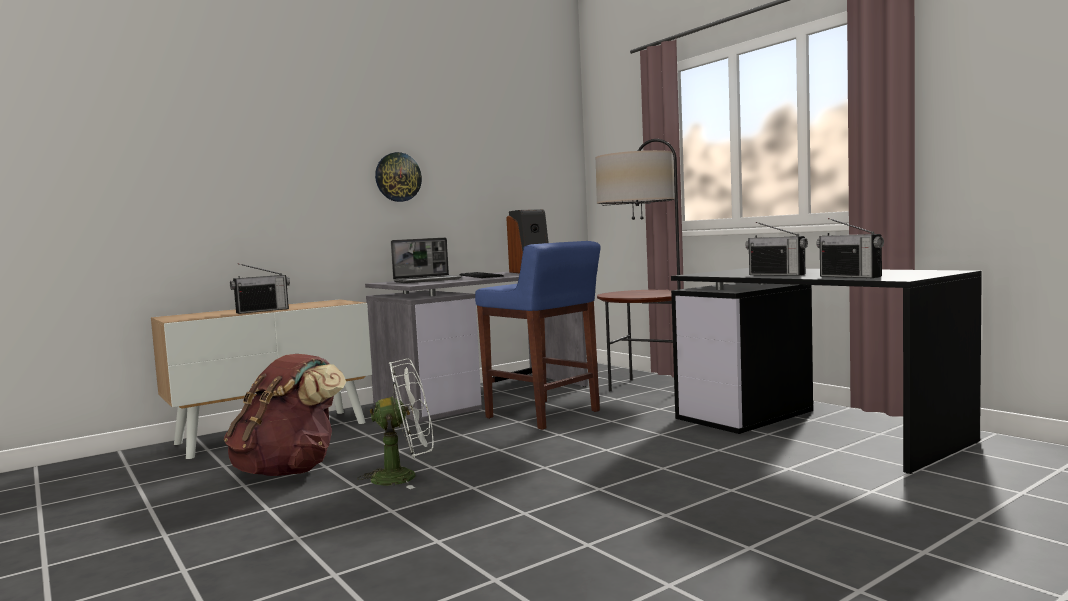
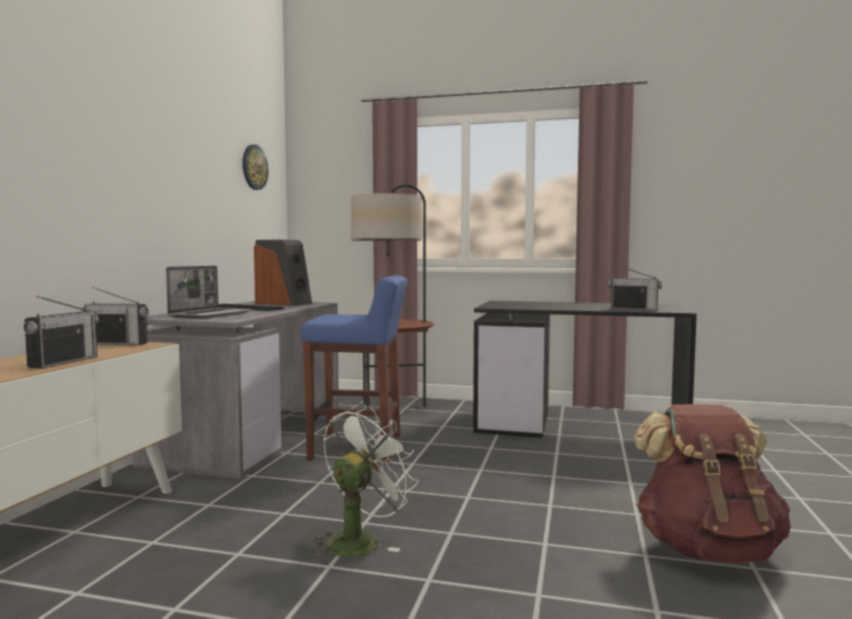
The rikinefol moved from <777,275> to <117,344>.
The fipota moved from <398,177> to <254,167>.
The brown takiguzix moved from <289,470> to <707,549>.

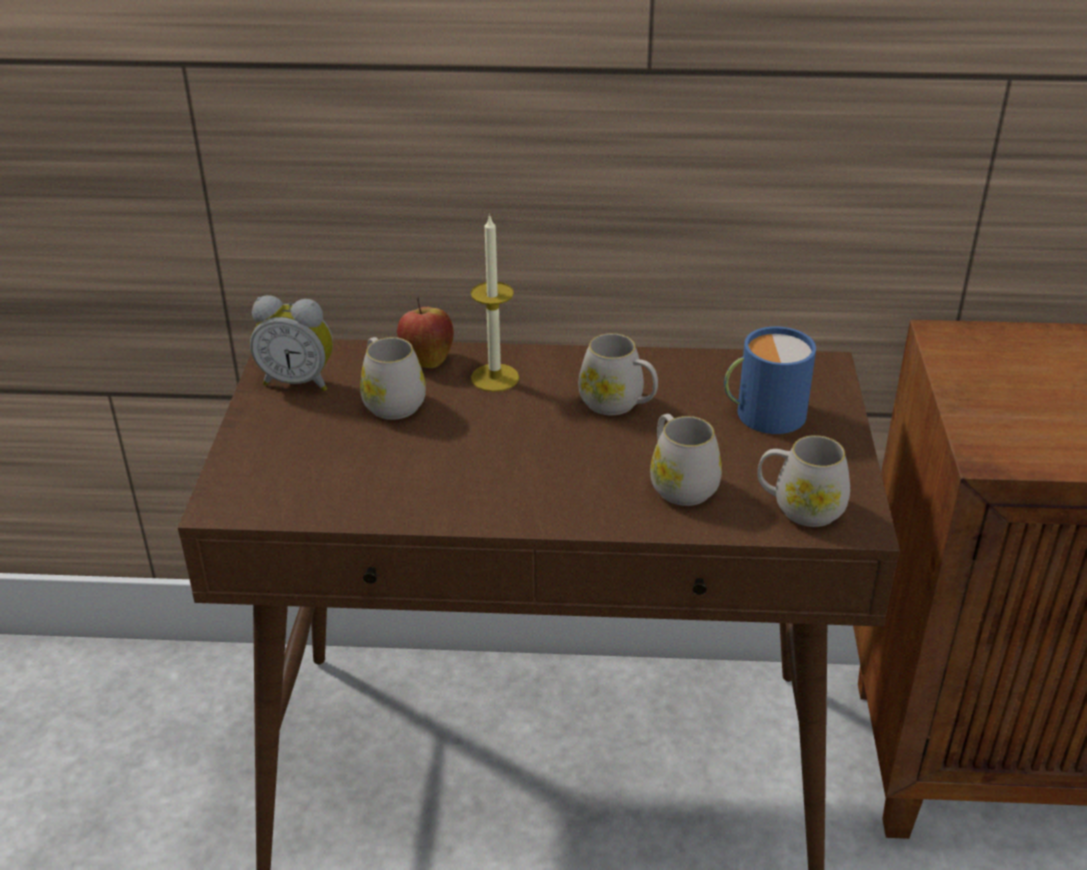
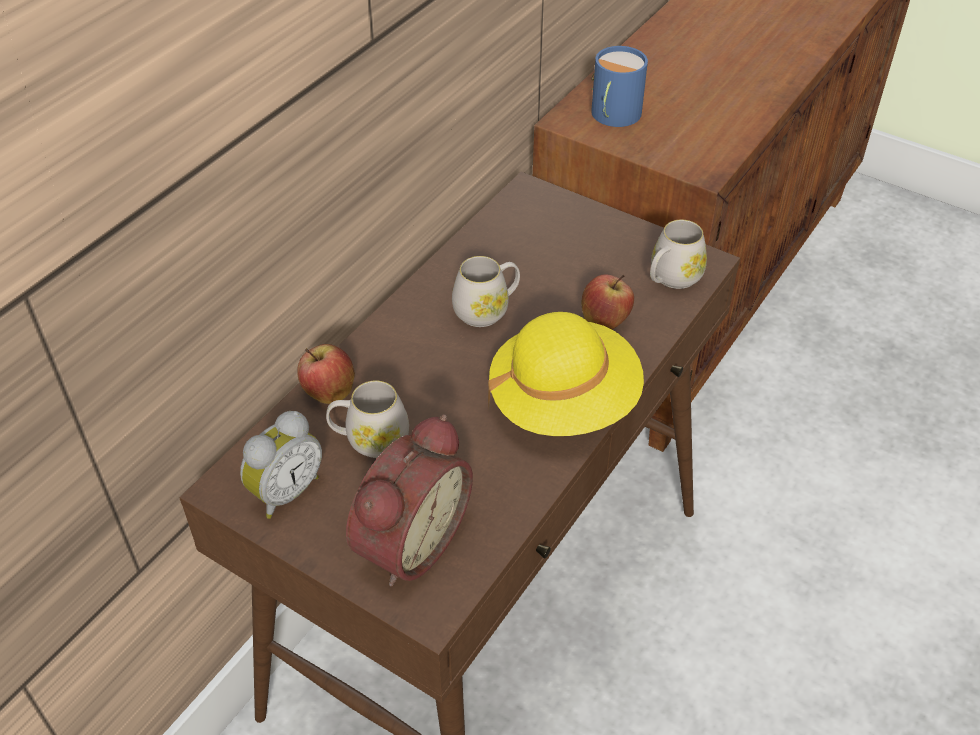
The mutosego at <407,541> appeared.
The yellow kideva at <563,402> appeared.
The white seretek at <679,483> was replaced by the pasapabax at <605,322>.
The blue seretek moved from <763,413> to <613,115>.
The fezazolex at <495,378> disappeared.

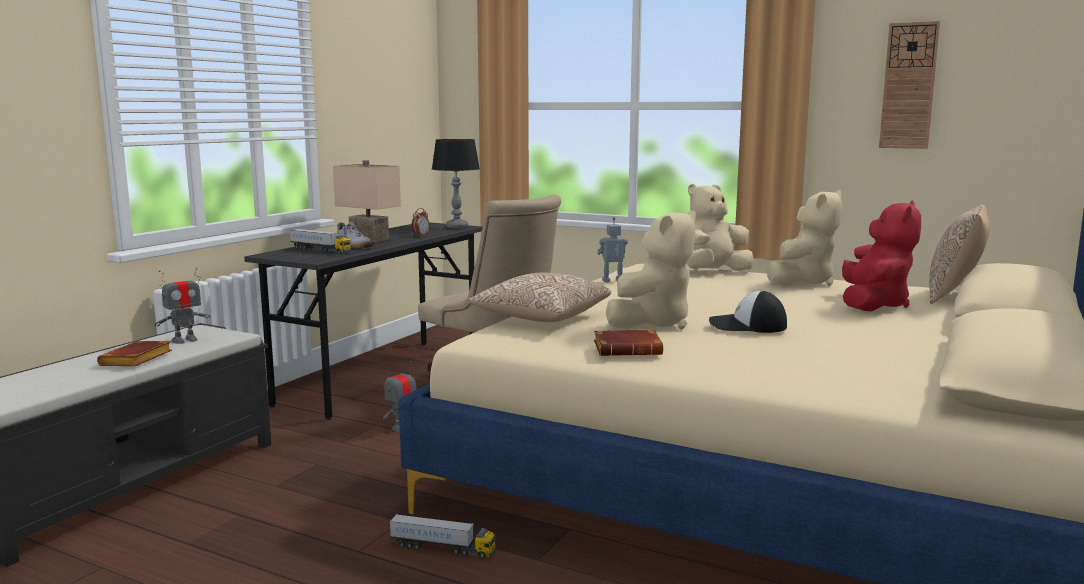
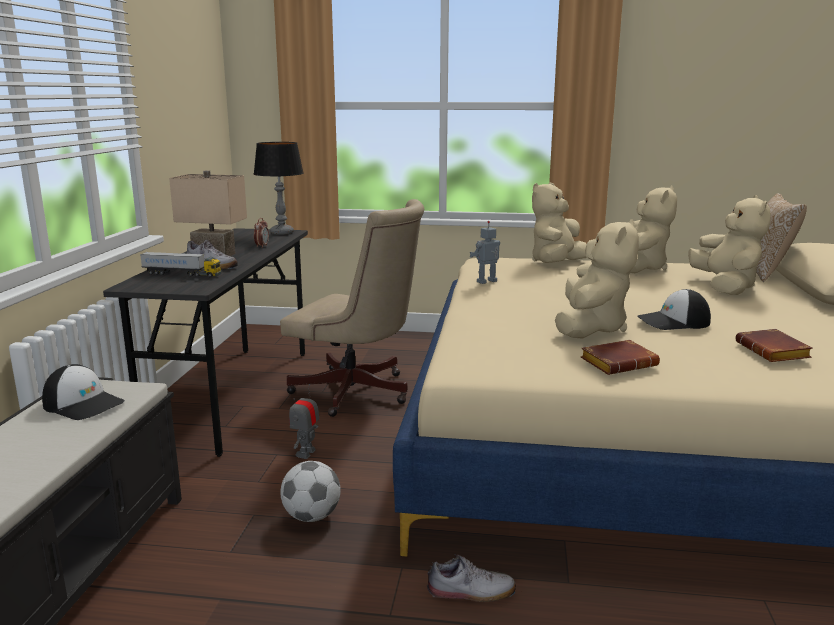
The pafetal at <185,340> was replaced by the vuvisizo at <84,404>.
The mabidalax at <311,517> appeared.
The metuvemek at <443,548> was replaced by the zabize at <471,591>.
The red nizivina at <873,305> became the beige nizivina at <725,287>.
The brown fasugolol moved from <136,360> to <774,352>.
The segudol at <541,317> disappeared.
The fipota at <908,86> disappeared.

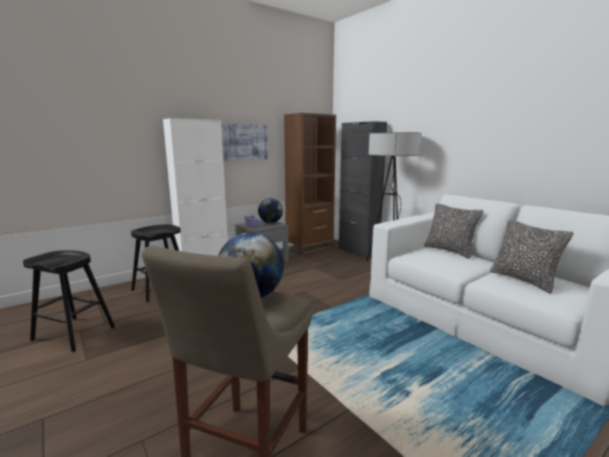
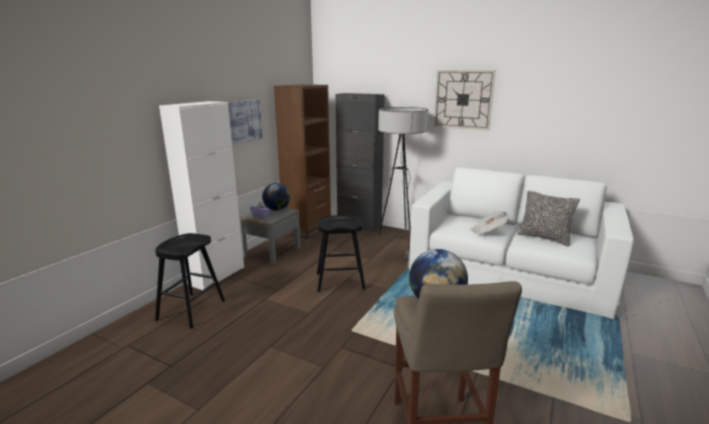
The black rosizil moved from <74,333> to <340,281>.
The fipota at <463,99> appeared.
The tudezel at <487,231> appeared.
The segudol at <449,251> disappeared.

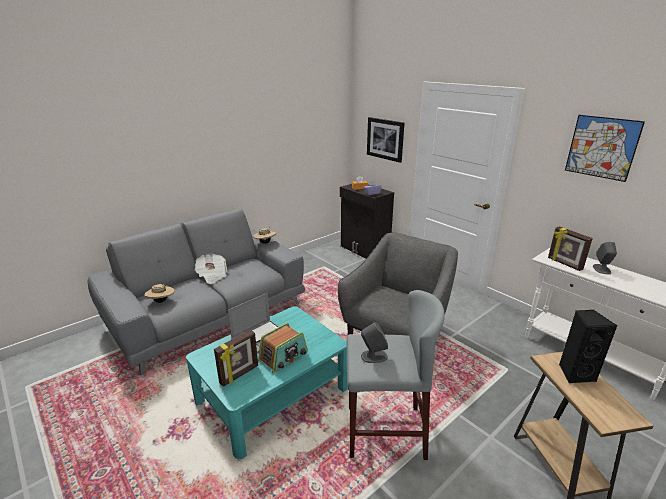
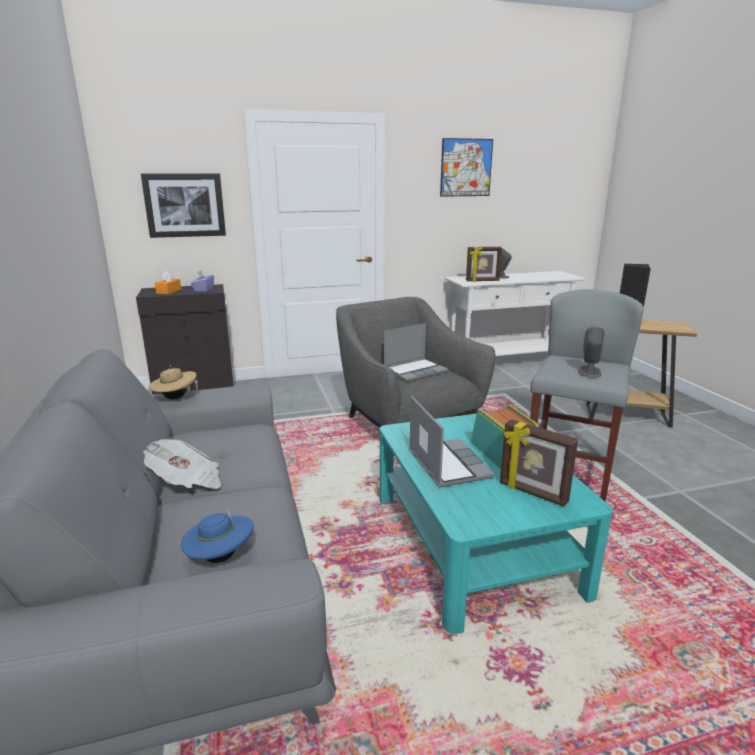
The beige kideva at <161,301> became the blue kideva at <220,557>.
The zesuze at <415,371> appeared.
The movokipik at <239,374> turned 150 degrees clockwise.

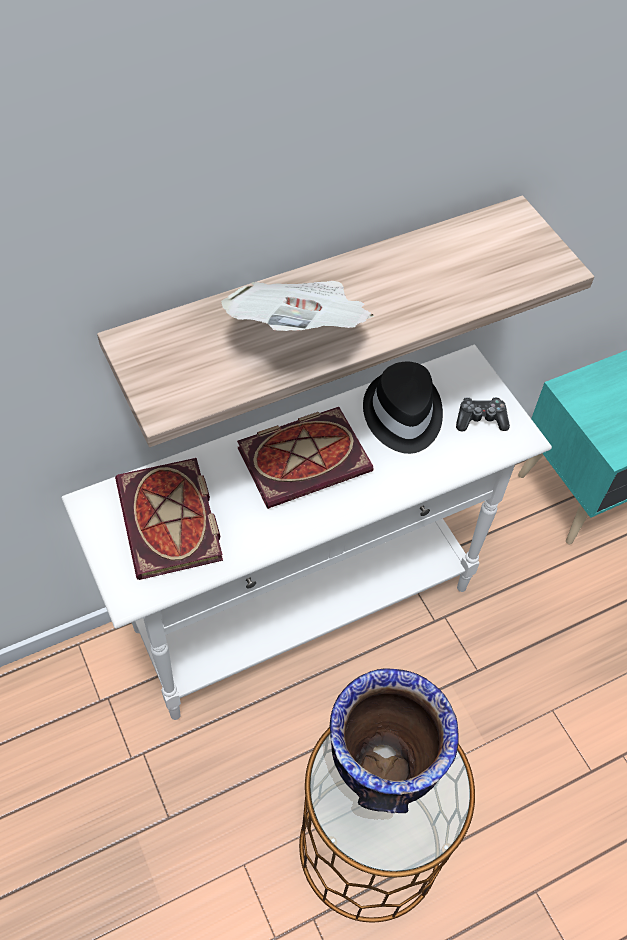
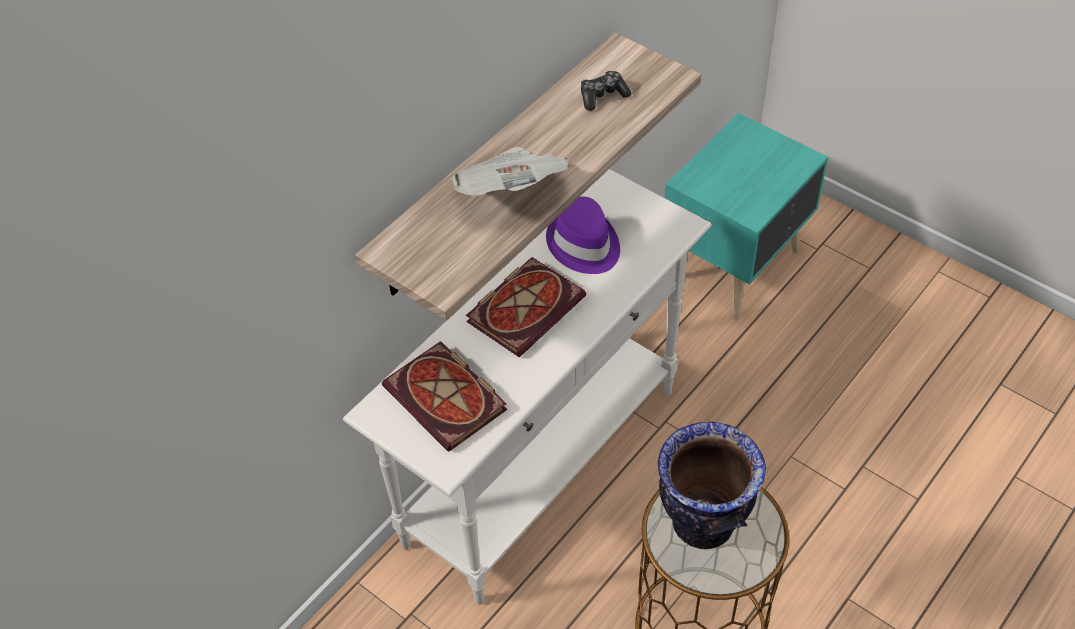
The black kideva at <402,415> became the purple kideva at <583,244>.
The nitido moved from <480,419> to <602,96>.

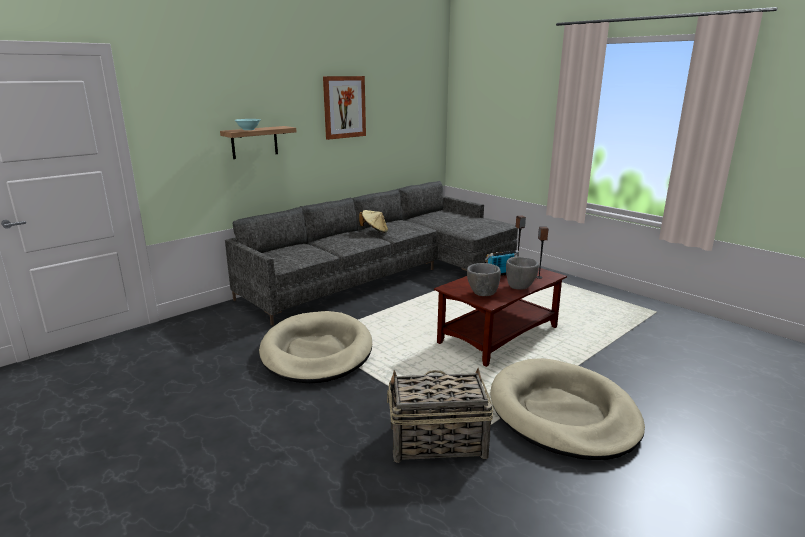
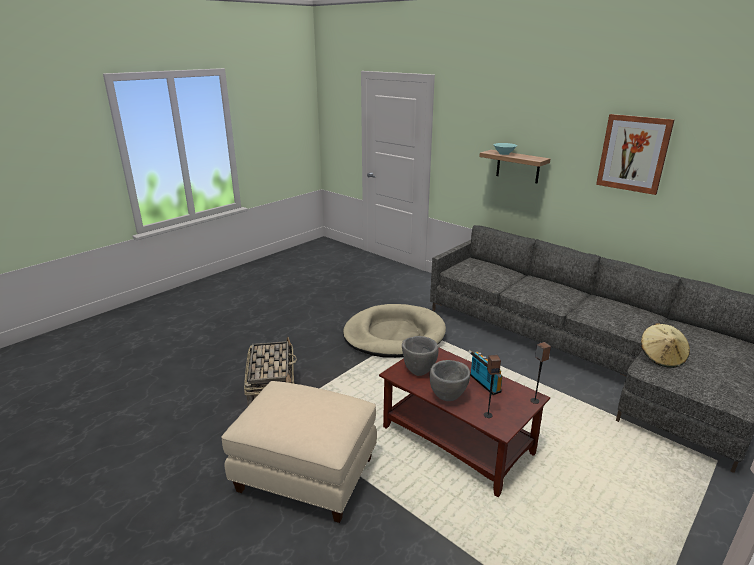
The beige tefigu at <562,413> was replaced by the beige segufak at <305,475>.
The beige kideva moved from <374,231> to <661,357>.

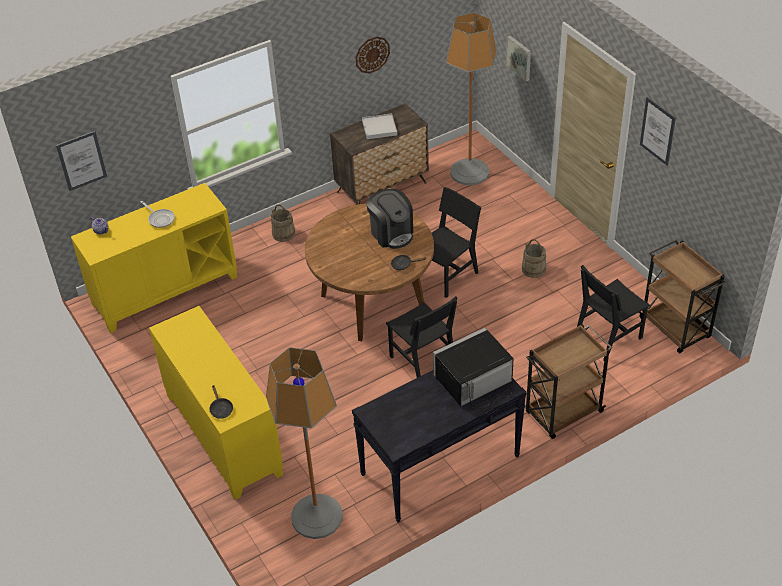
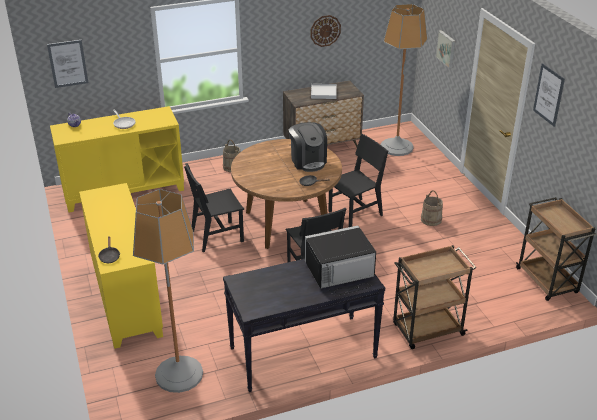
The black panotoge moved from <608,336> to <217,236>.

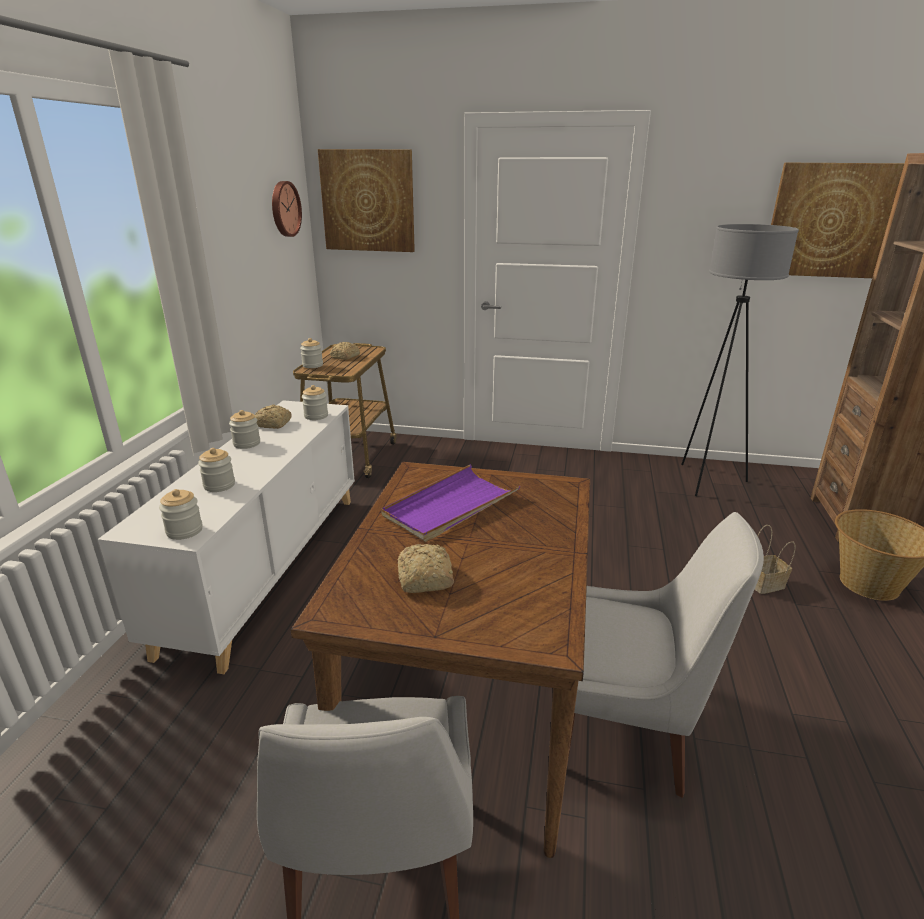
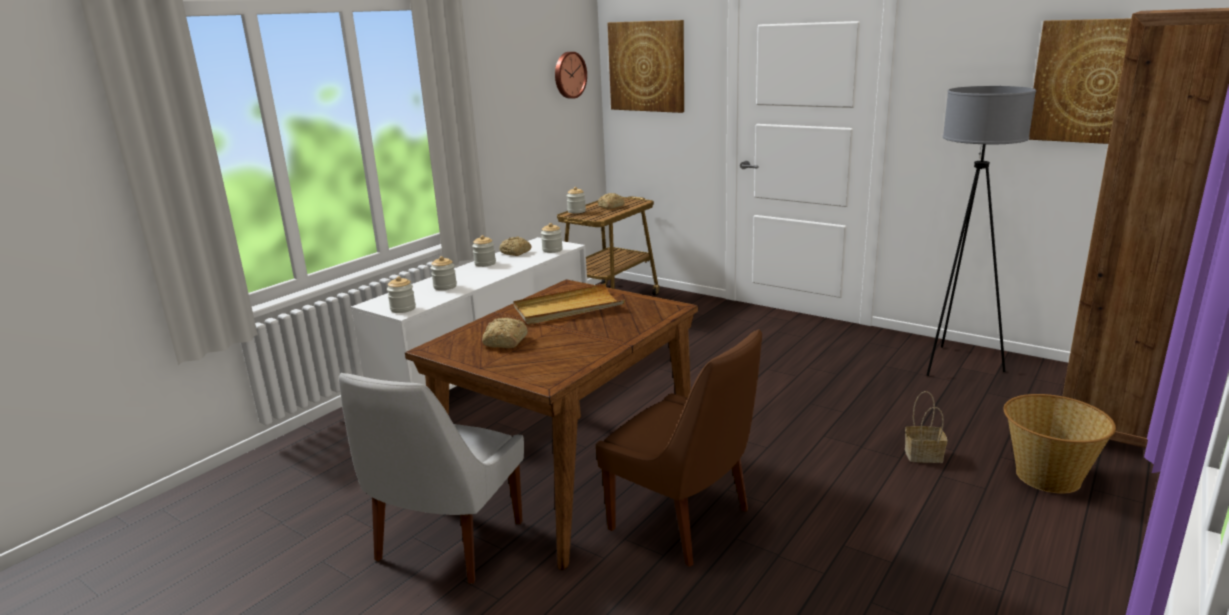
The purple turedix at <450,506> became the beige turedix at <568,308>.
The white panotoge at <629,731> became the brown panotoge at <684,521>.

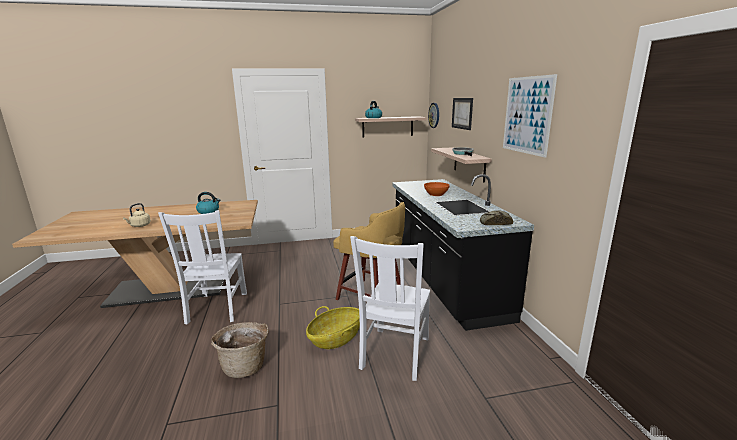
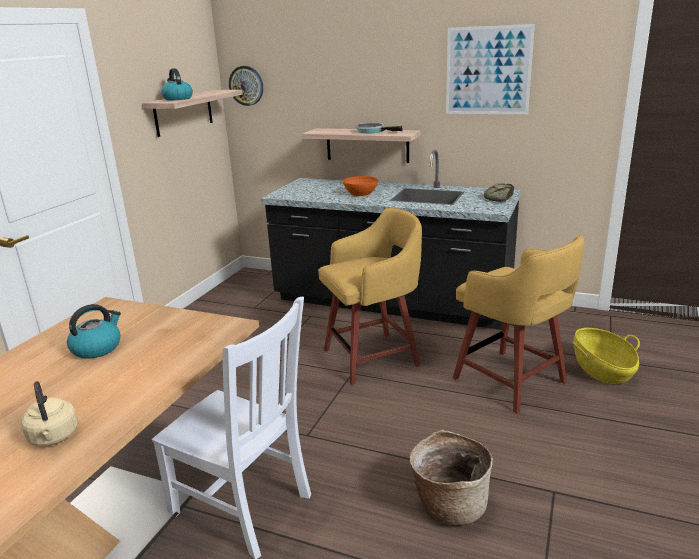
The white panotoge at <394,354> was replaced by the yellow rosizil at <511,382>.
The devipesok moved from <336,338> to <602,370>.
The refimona at <462,113> disappeared.

